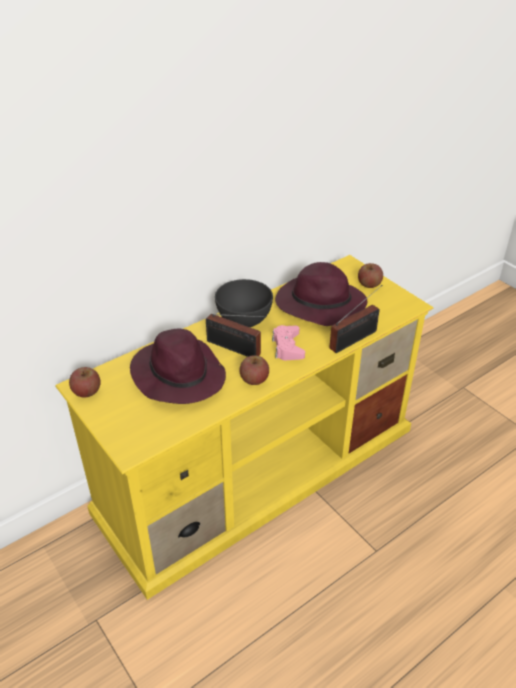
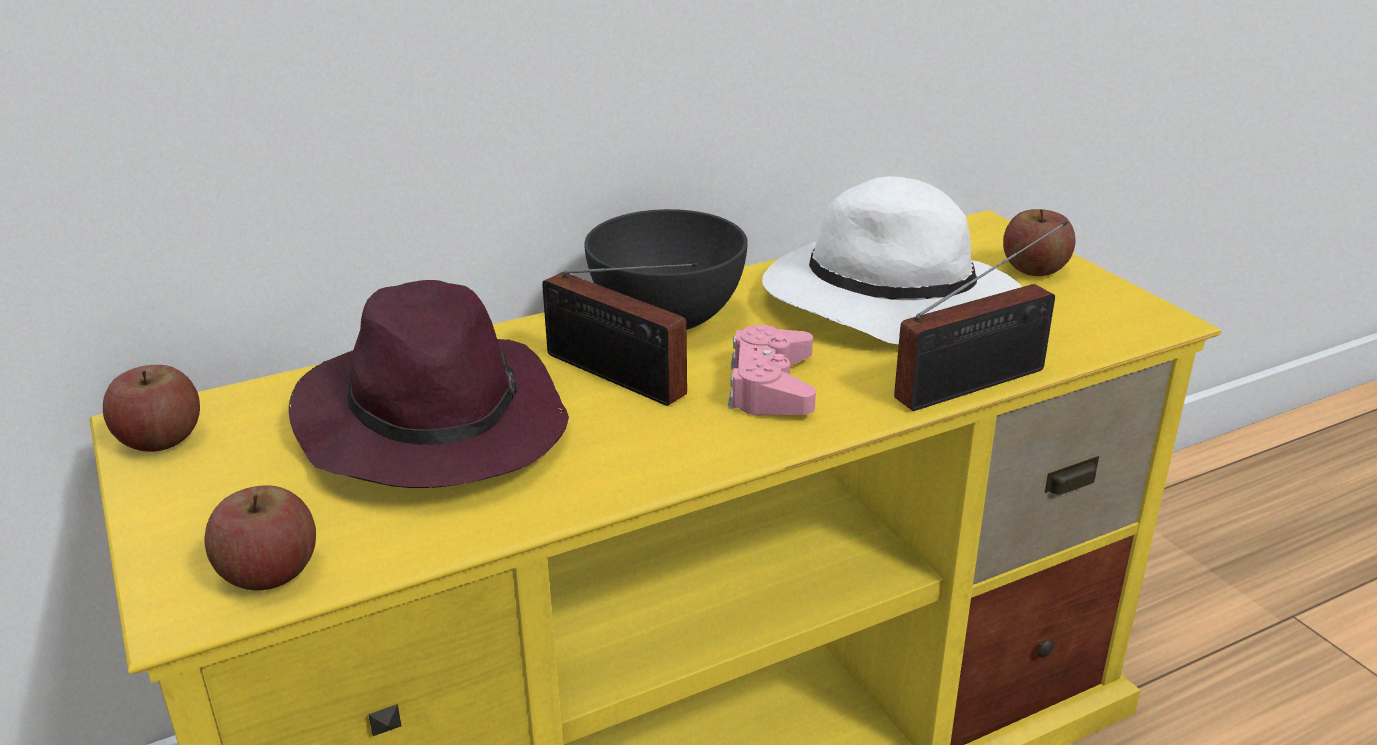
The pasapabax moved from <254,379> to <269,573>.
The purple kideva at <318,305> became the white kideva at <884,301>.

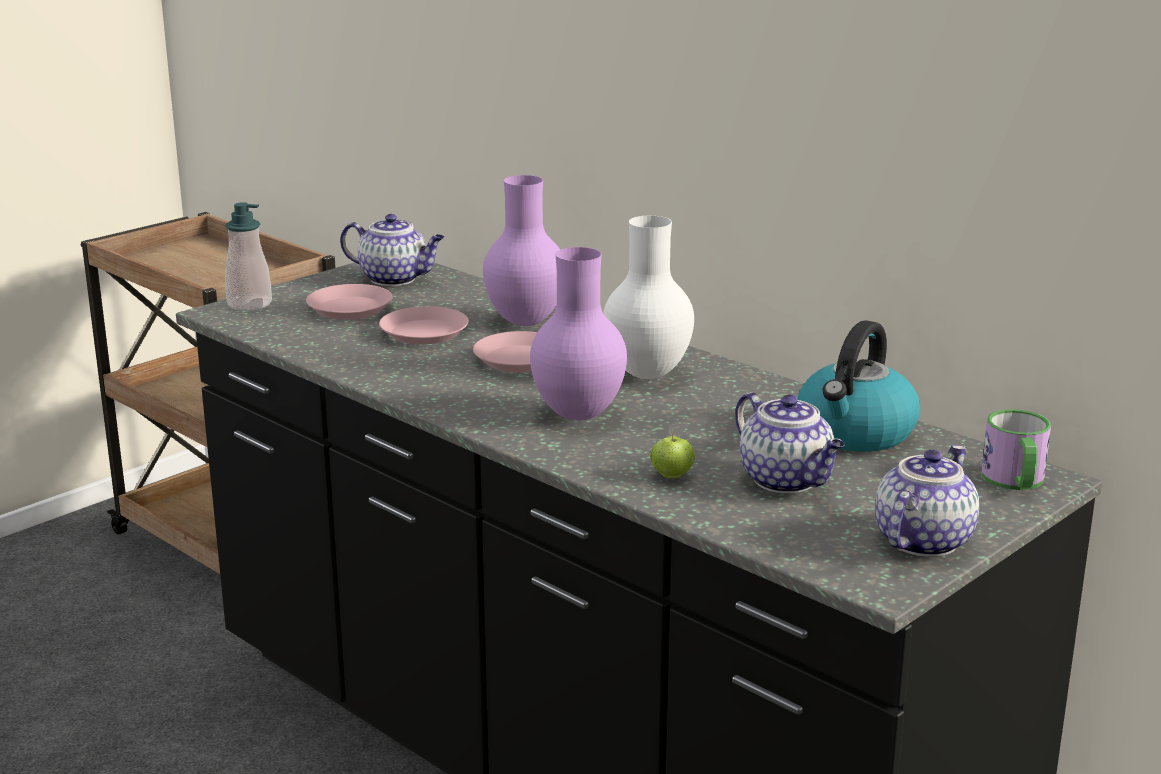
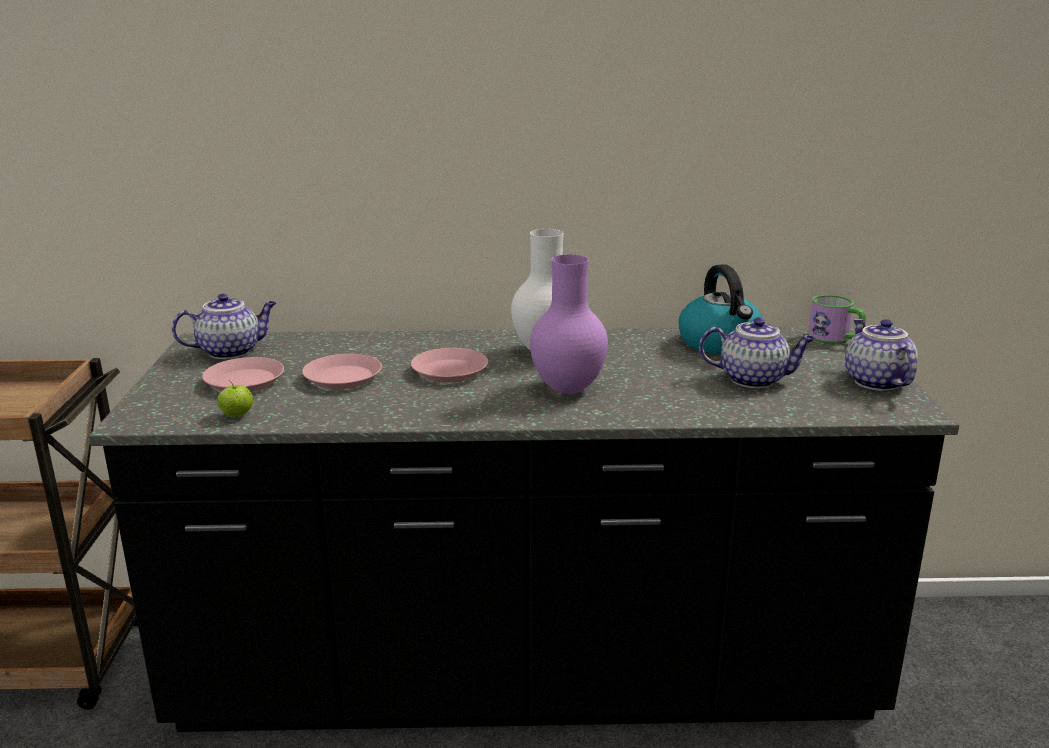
The pasapabax moved from <671,476> to <237,416>.
The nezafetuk at <249,304> disappeared.
The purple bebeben at <526,321> disappeared.

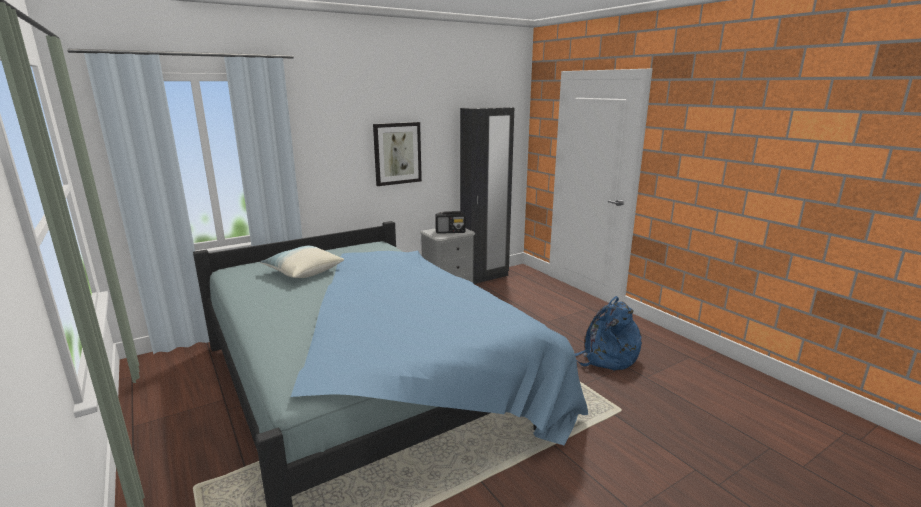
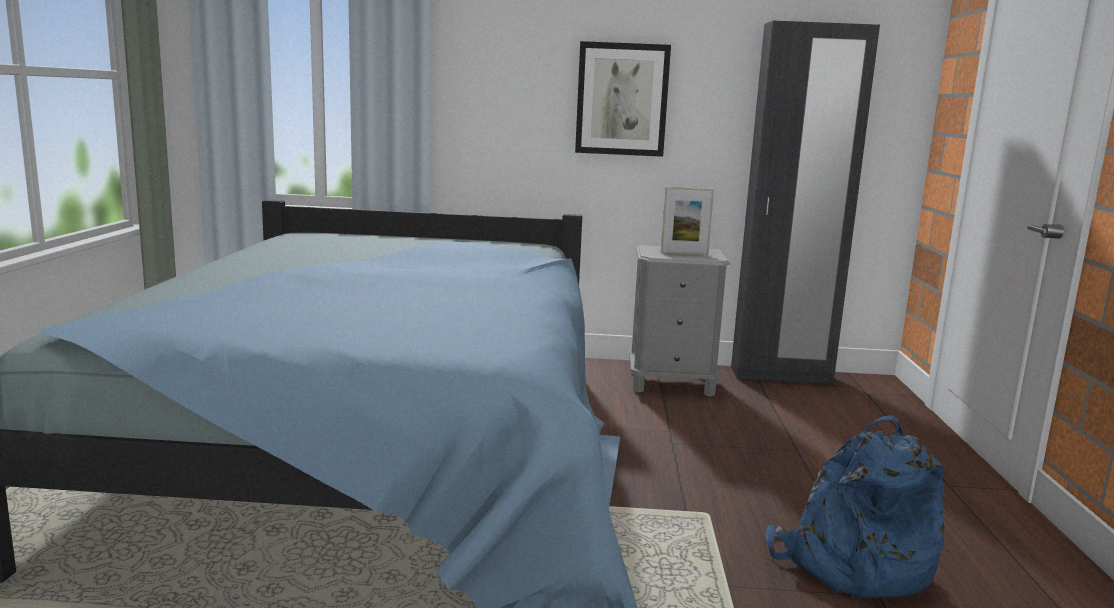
The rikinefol at <450,232> was replaced by the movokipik at <684,253>.
The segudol at <303,272> disappeared.

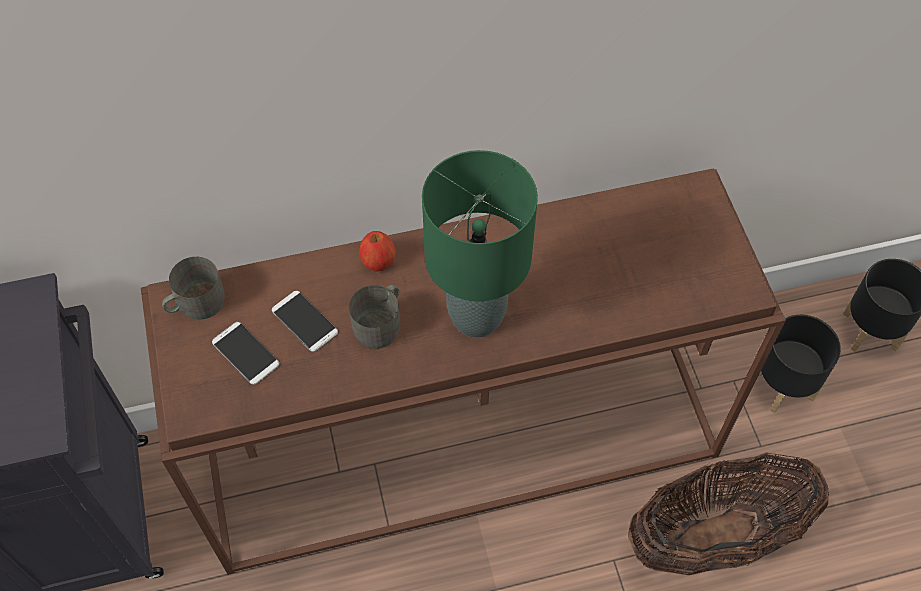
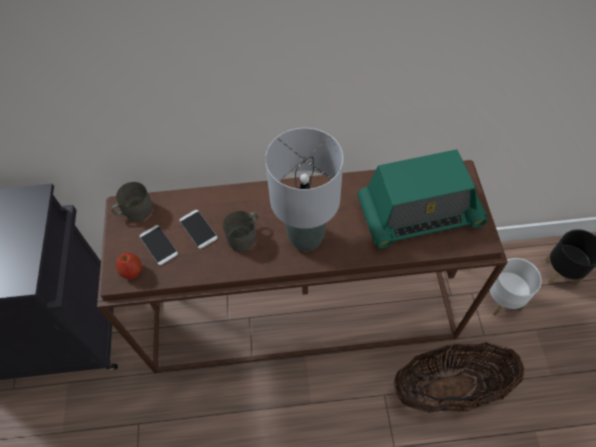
The pasapabax moved from <378,262> to <132,272>.
The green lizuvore at <476,318> became the grey lizuvore at <305,238>.
The rikinefol at <418,213> appeared.
The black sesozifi at <782,385> became the white sesozifi at <502,299>.

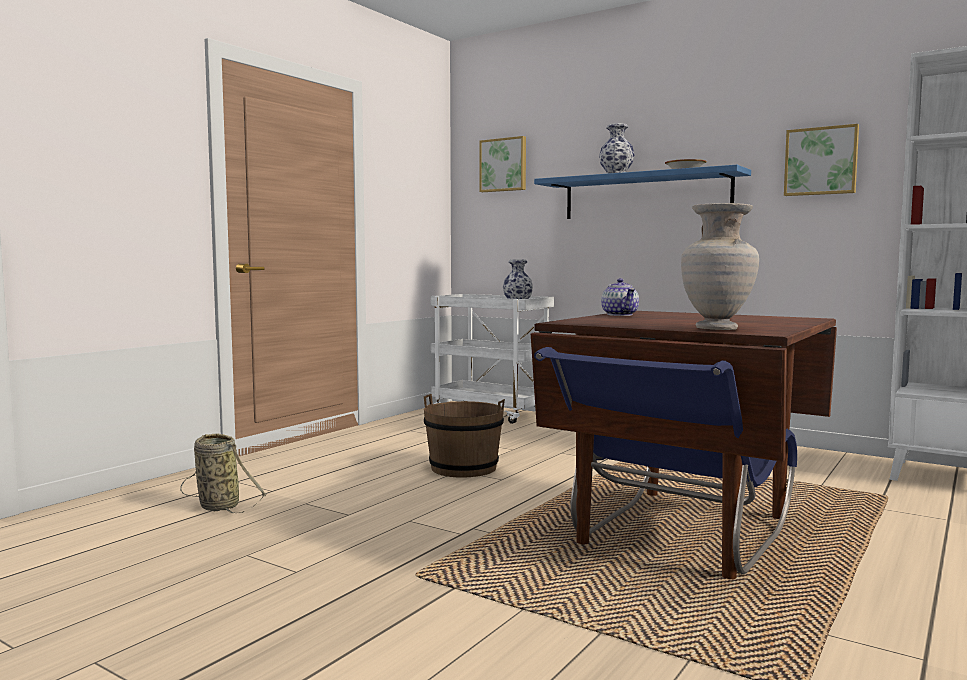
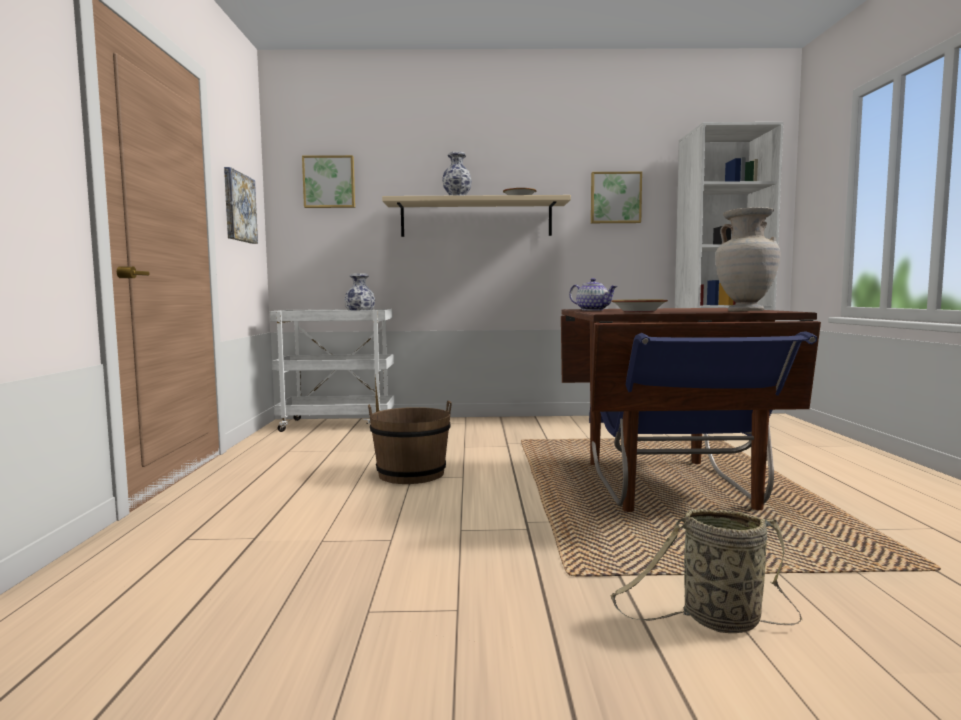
The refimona at <239,207> appeared.
The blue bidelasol at <645,196> became the beige bidelasol at <476,219>.
The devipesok moved from <217,506> to <715,621>.
The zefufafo at <638,311> appeared.

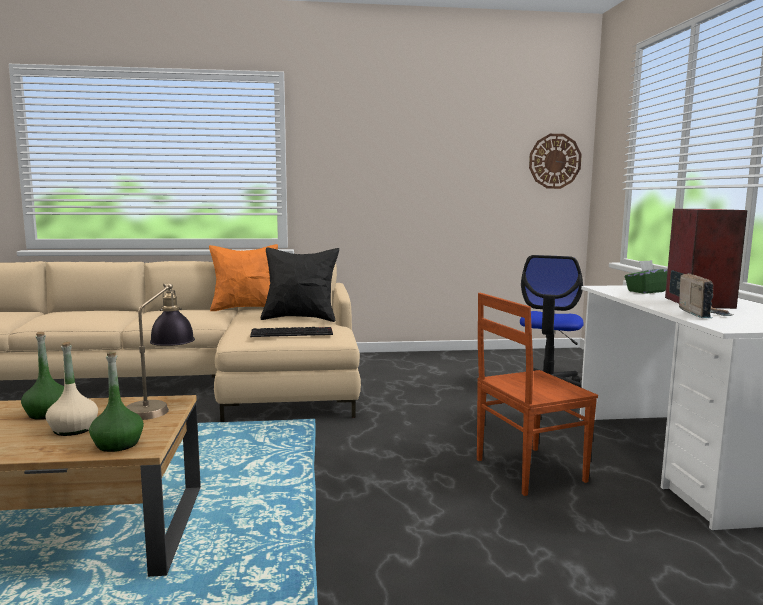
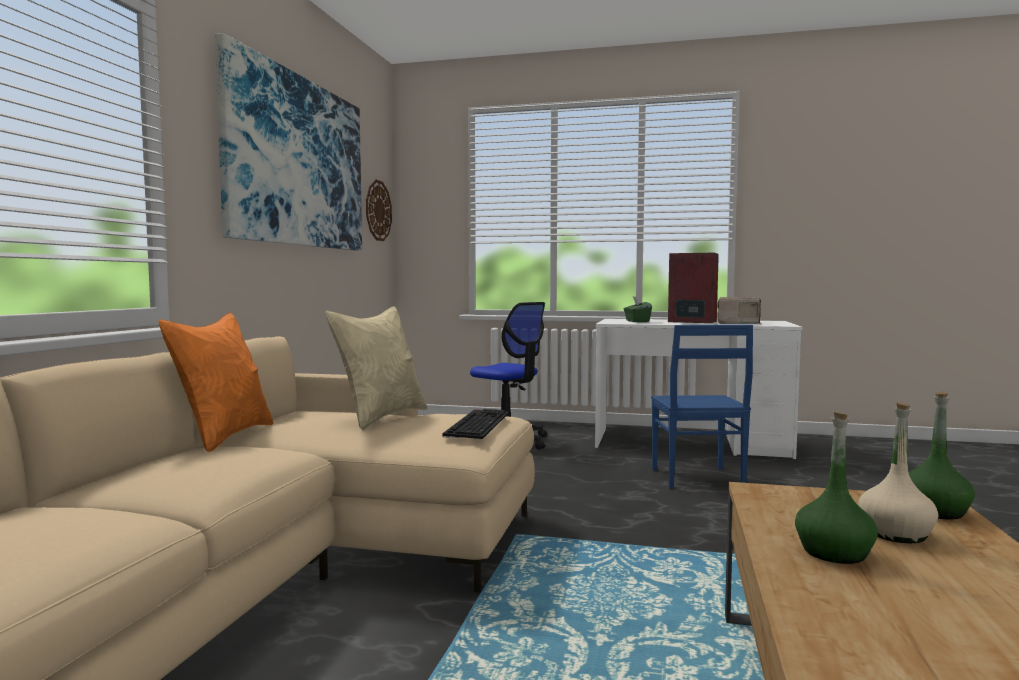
The refimona at <297,162> appeared.
The black segudol at <300,318> became the beige segudol at <381,418>.
The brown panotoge at <527,470> became the blue panotoge at <696,478>.
The lizuvore at <161,406> disappeared.

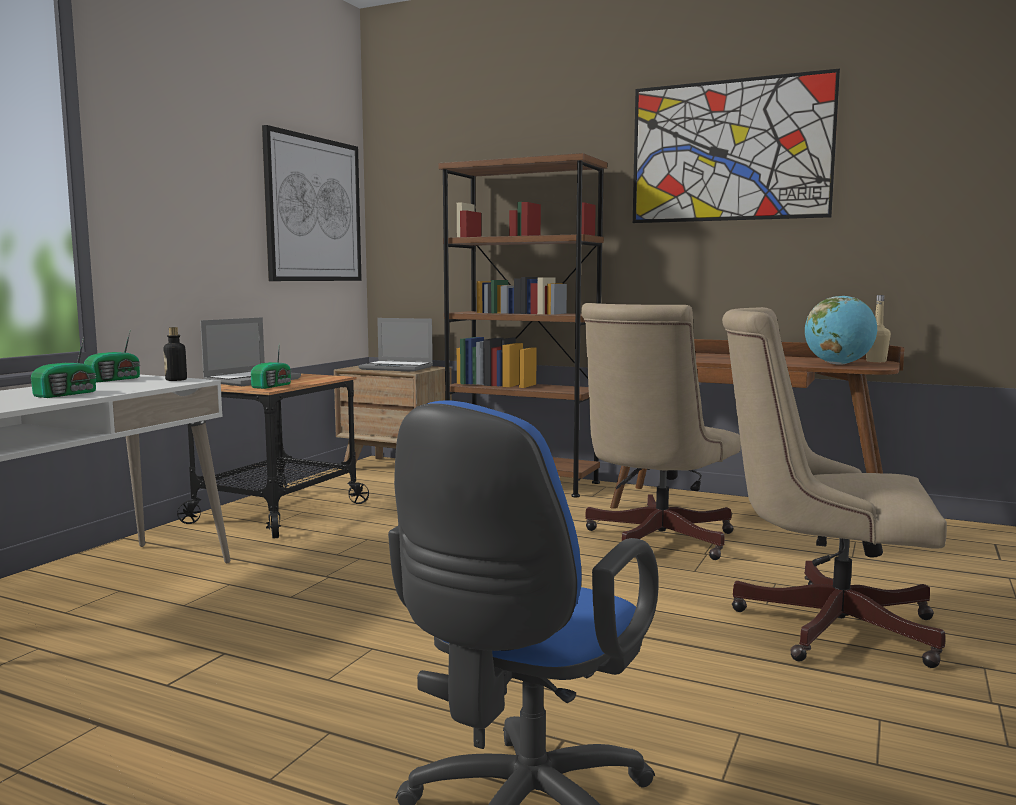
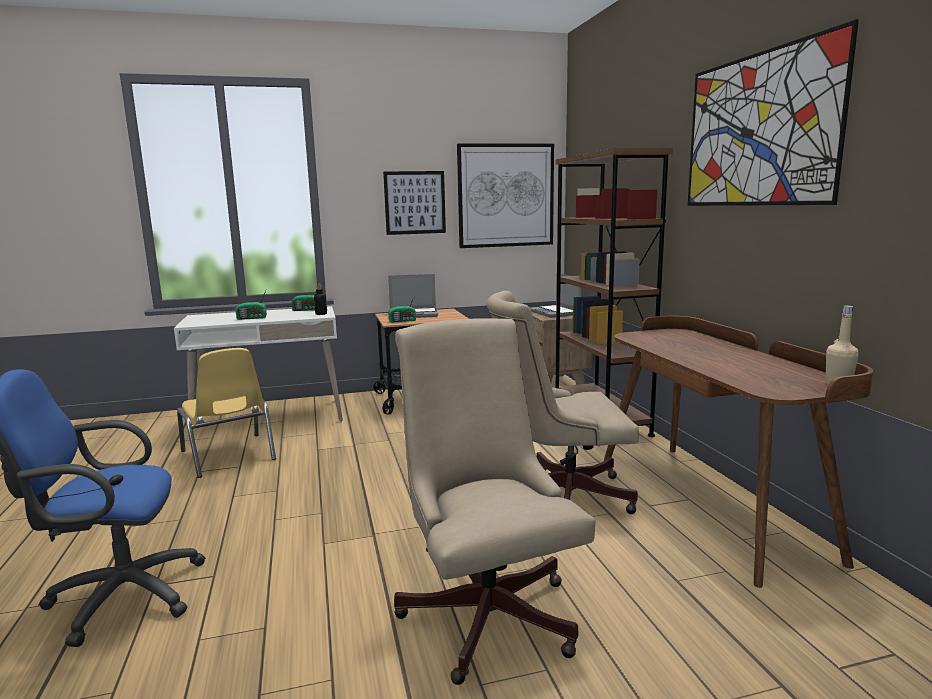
The yellow panotoge at <229,456> appeared.
The refimona at <415,202> appeared.
The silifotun at <838,364> disappeared.

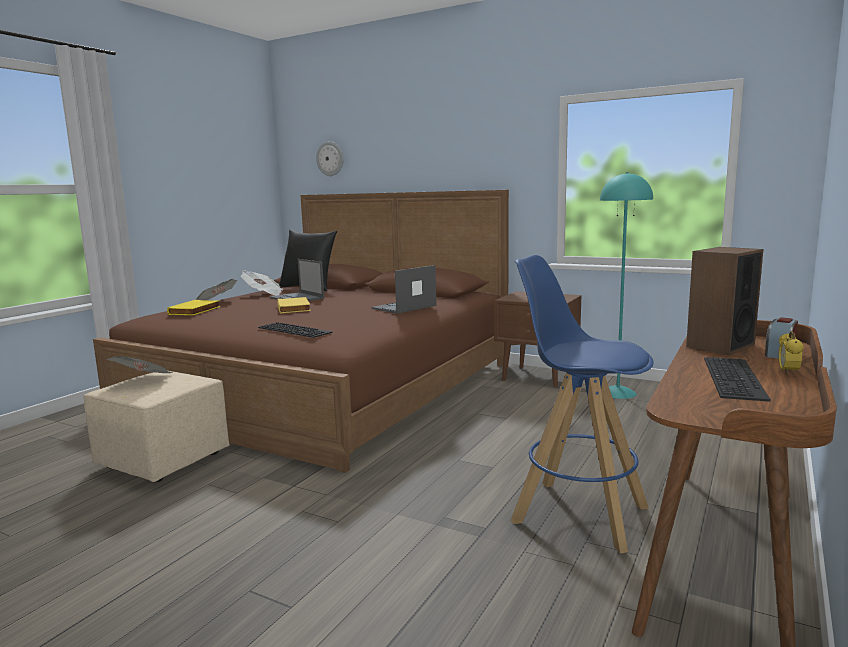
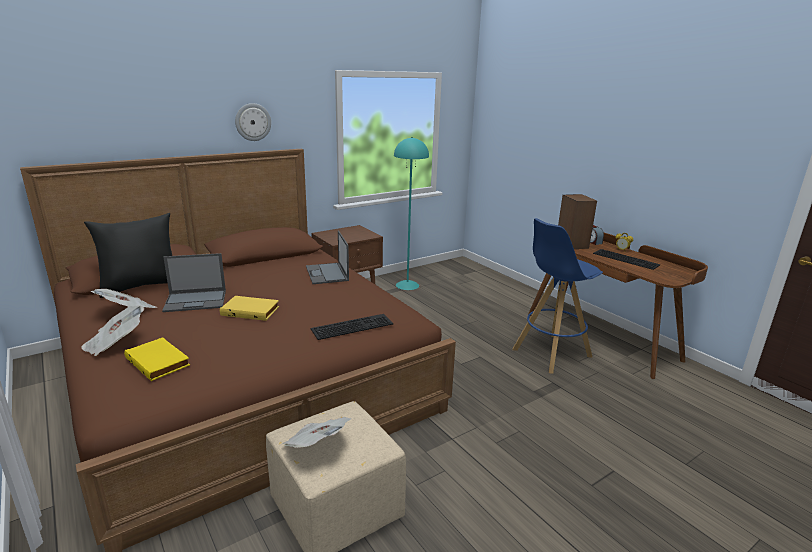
The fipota moved from <330,158> to <253,122>.

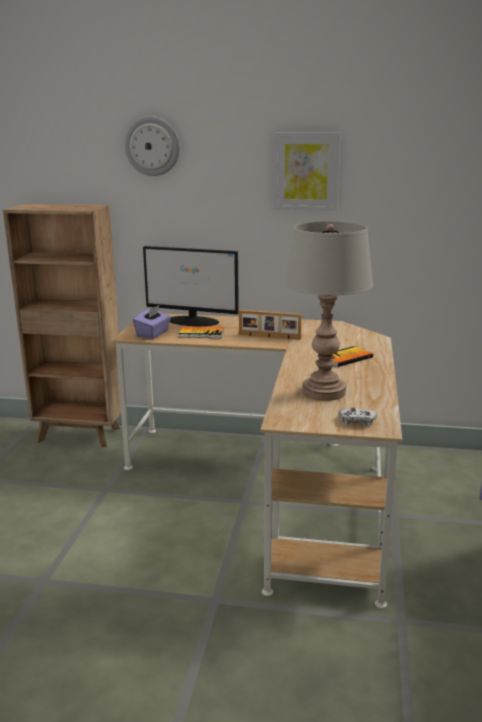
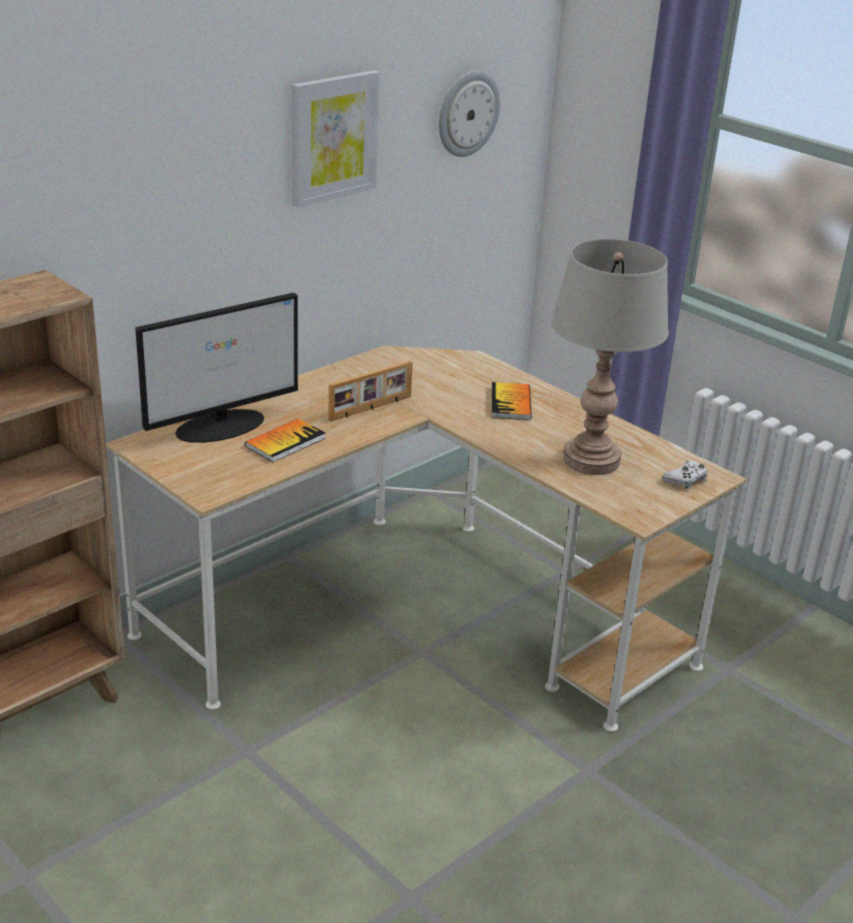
The fipota moved from <152,146> to <467,113>.
The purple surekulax at <153,334> disappeared.

